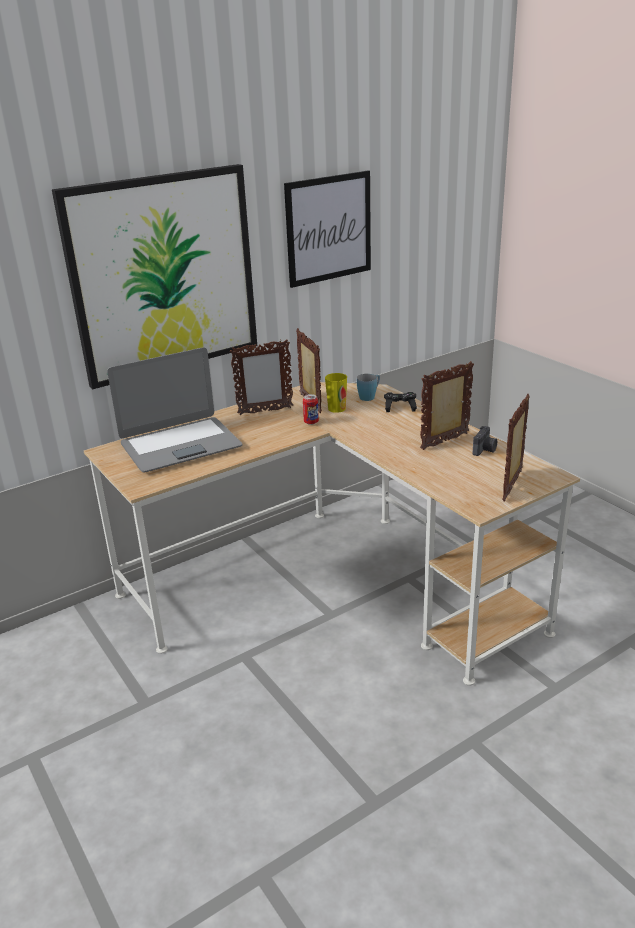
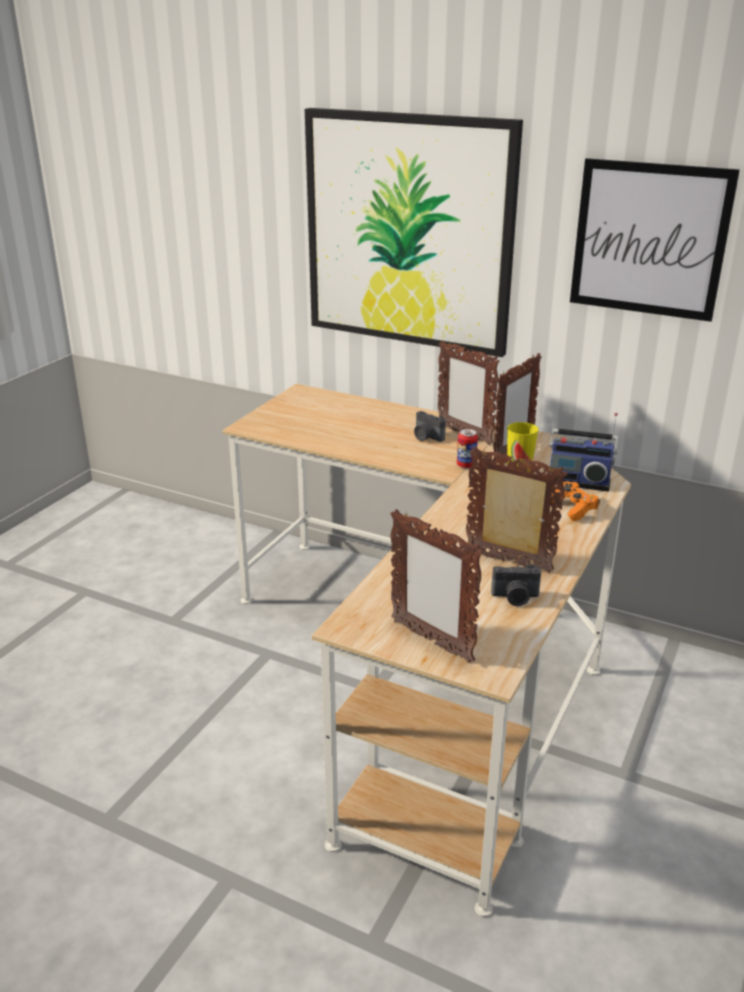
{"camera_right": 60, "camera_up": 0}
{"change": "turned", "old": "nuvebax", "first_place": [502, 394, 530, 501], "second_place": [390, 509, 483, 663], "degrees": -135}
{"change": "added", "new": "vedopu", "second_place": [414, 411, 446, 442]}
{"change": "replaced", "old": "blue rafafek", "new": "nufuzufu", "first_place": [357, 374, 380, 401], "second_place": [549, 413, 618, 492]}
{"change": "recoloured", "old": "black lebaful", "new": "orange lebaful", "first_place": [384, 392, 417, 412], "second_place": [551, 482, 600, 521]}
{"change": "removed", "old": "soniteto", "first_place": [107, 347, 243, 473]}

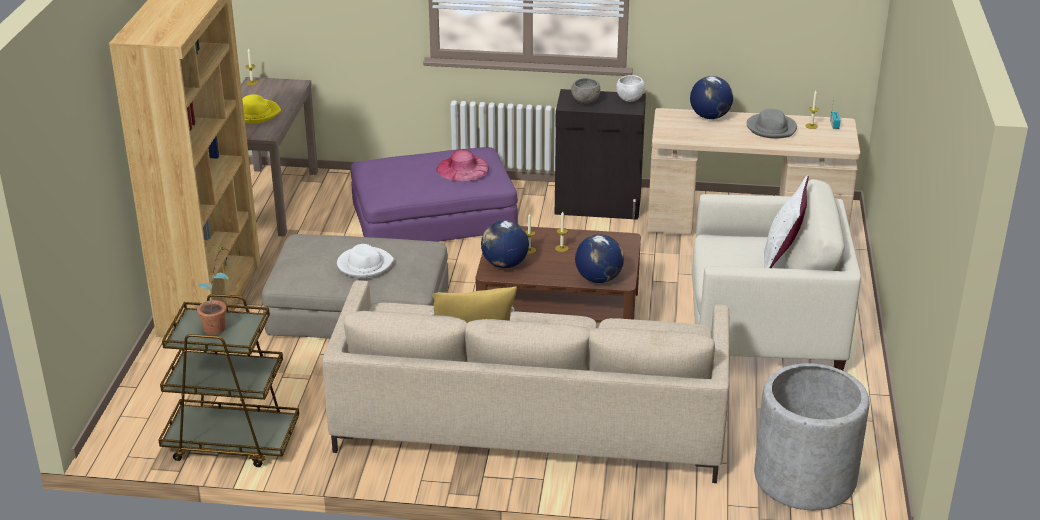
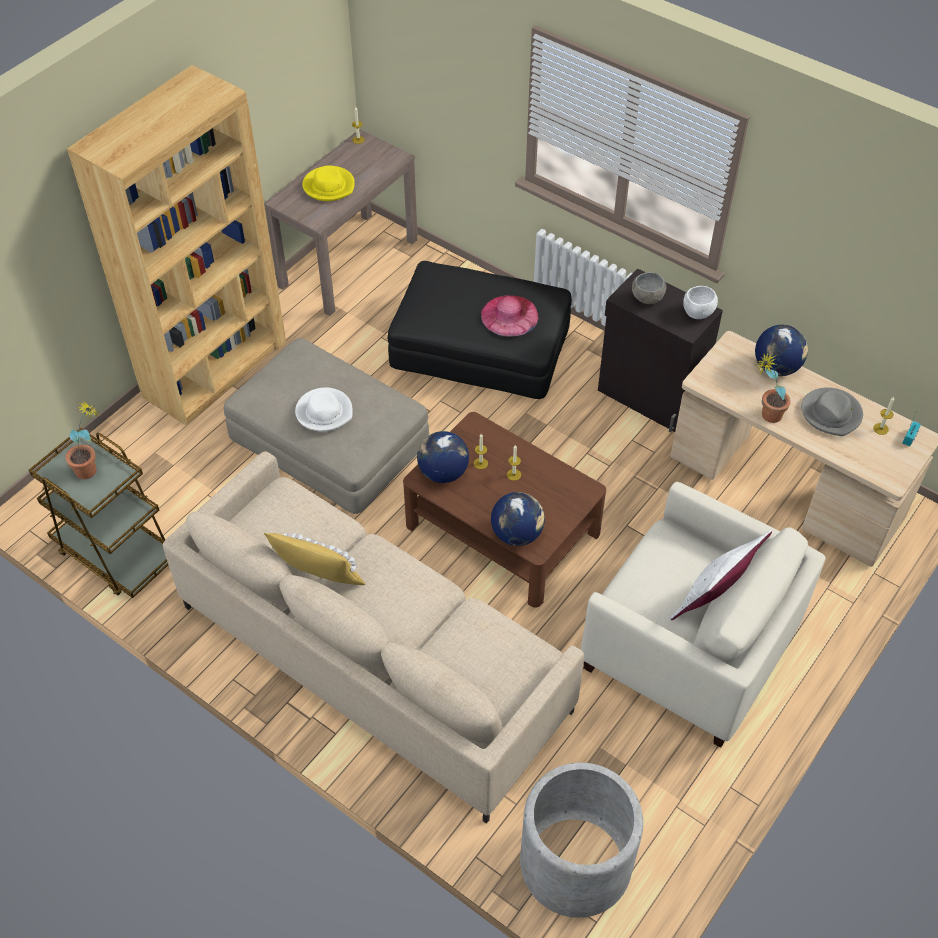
{"camera_right": 30, "camera_up": 20}
{"change": "recoloured", "old": "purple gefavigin", "new": "black gefavigin", "first_place": [351, 147, 518, 242], "second_place": [387, 261, 572, 399]}
{"change": "added", "new": "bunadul", "second_place": [754, 353, 791, 423]}

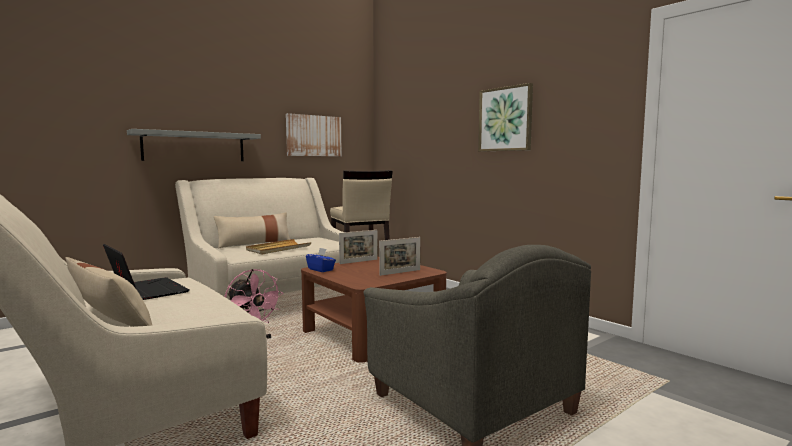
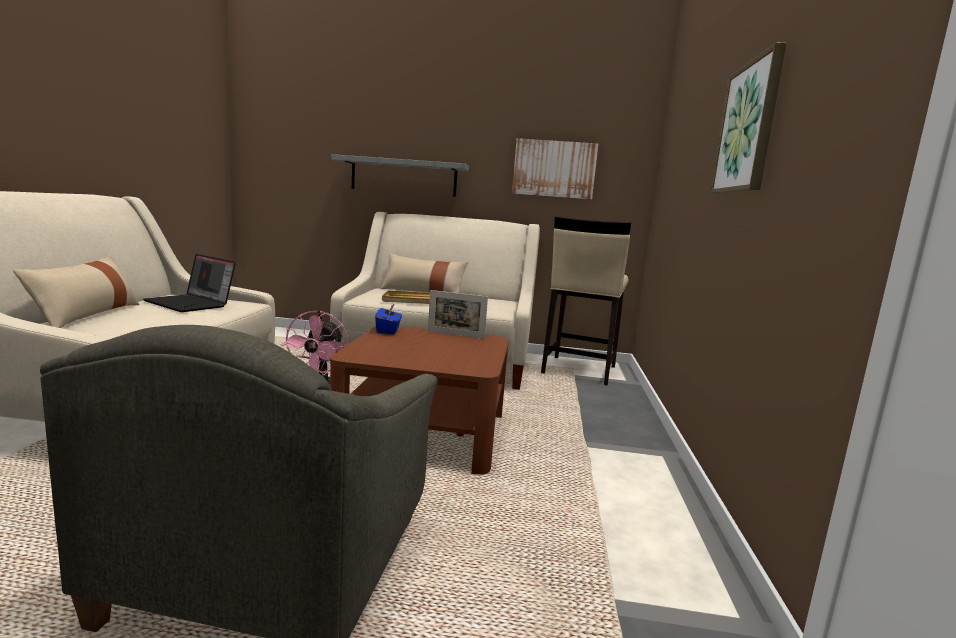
{"camera_right": 45, "camera_up": 5}
{"change": "turned", "old": "soniteto", "first_place": [103, 244, 190, 300], "second_place": [143, 254, 236, 312], "degrees": 120}
{"change": "removed", "old": "nuvebax", "first_place": [379, 237, 420, 276]}

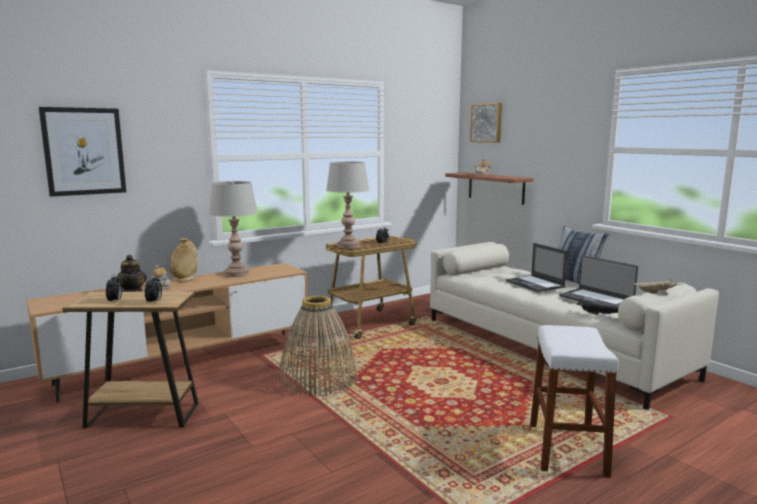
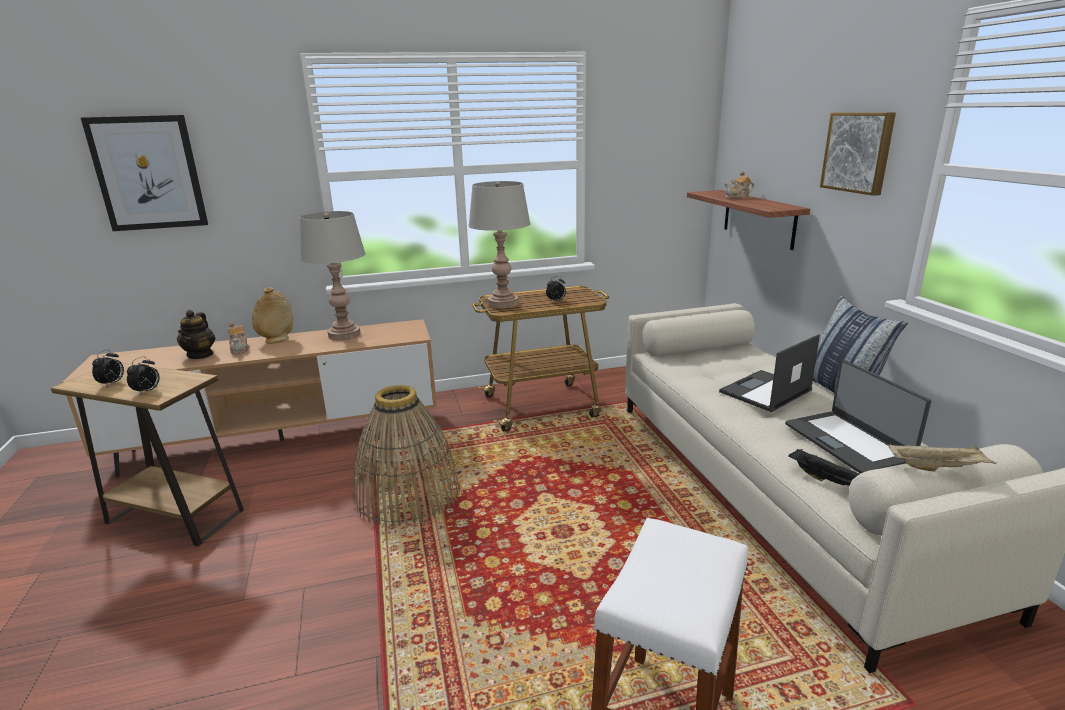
{"camera_right": 20, "camera_up": 10}
{"change": "turned", "old": "soniteto", "first_place": [506, 243, 567, 292], "second_place": [719, 334, 820, 412], "degrees": 60}
{"change": "moved", "old": "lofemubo", "first_place": [470, 103, 502, 142], "second_place": [820, 112, 896, 196]}

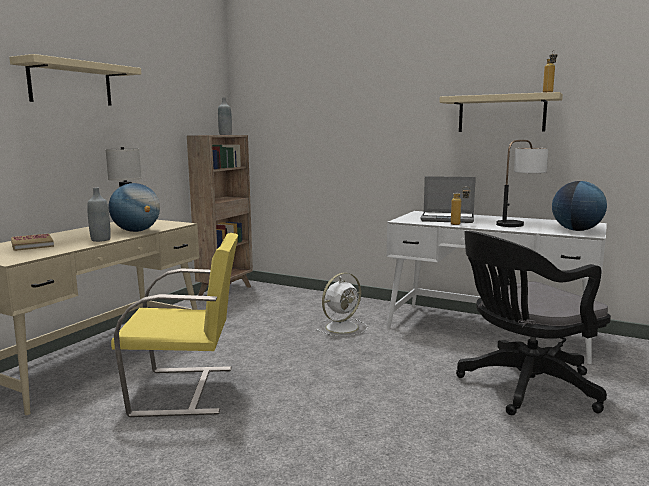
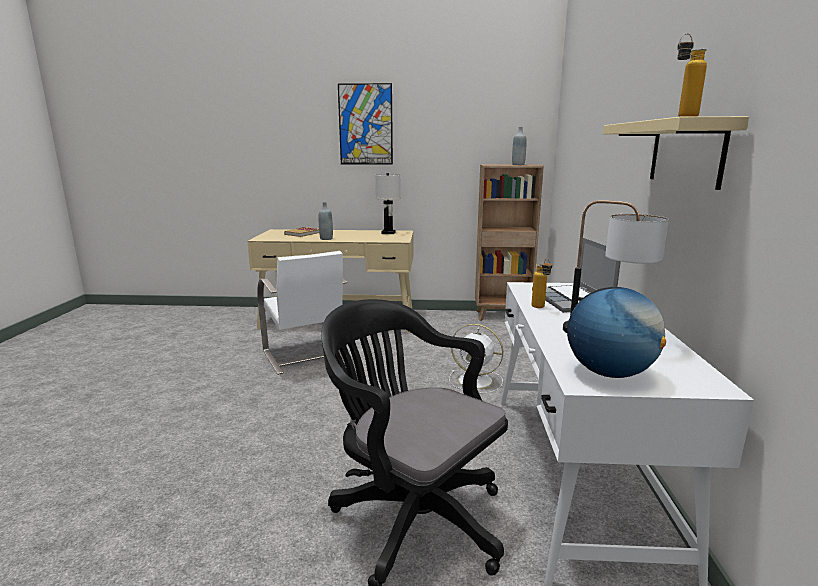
{"camera_right": 65, "camera_up": 5}
{"change": "recoloured", "old": "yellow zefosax", "new": "white zefosax", "first_place": [111, 233, 238, 417], "second_place": [257, 251, 348, 375]}
{"change": "replaced", "old": "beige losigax", "new": "lofemubo", "first_place": [9, 54, 141, 106], "second_place": [338, 83, 393, 165]}
{"change": "removed", "old": "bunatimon", "first_place": [109, 183, 160, 232]}

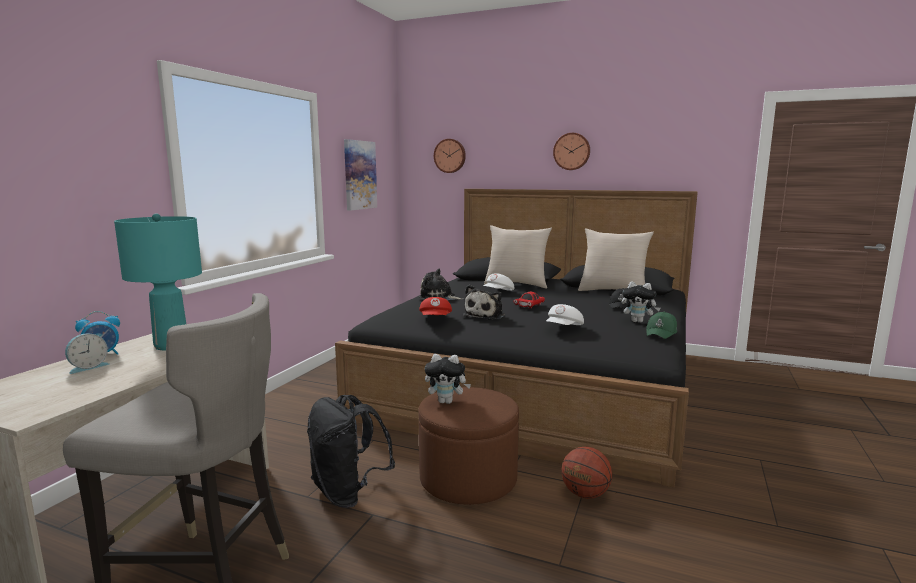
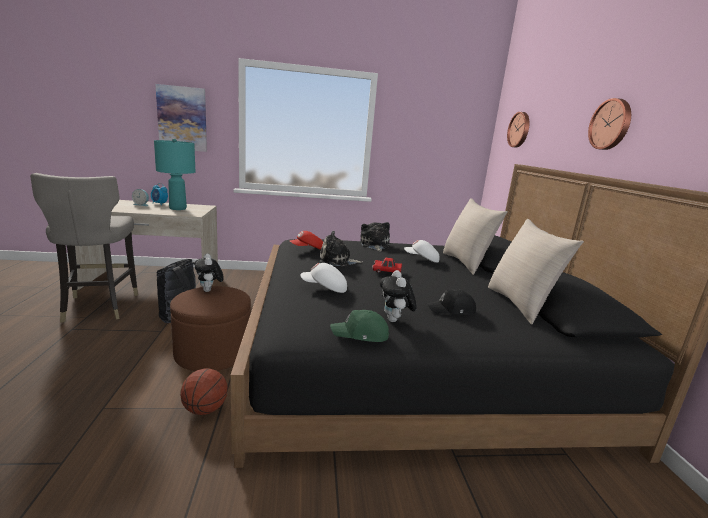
{"camera_right": 60, "camera_up": 5}
{"change": "moved", "old": "lofemubo", "first_place": [344, 139, 377, 211], "second_place": [155, 84, 207, 152]}

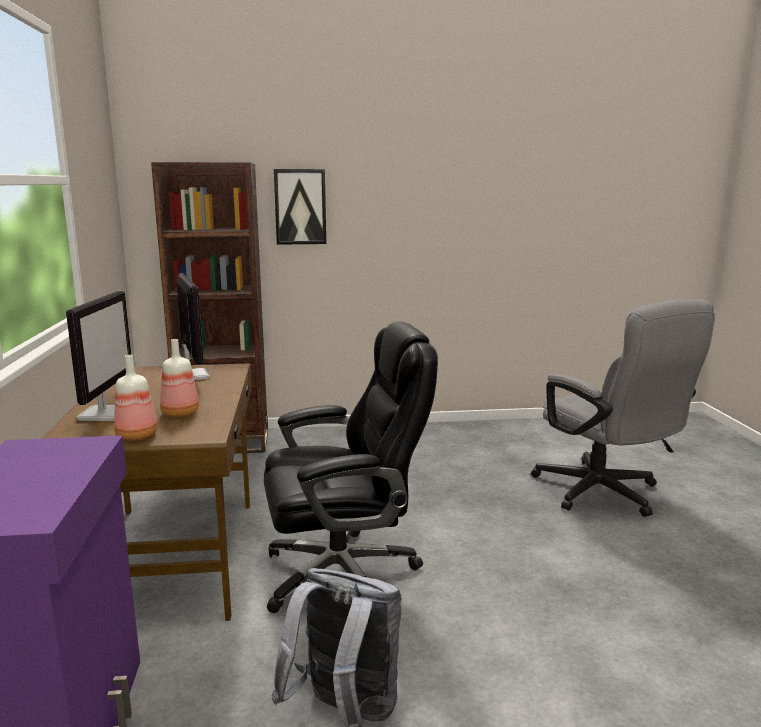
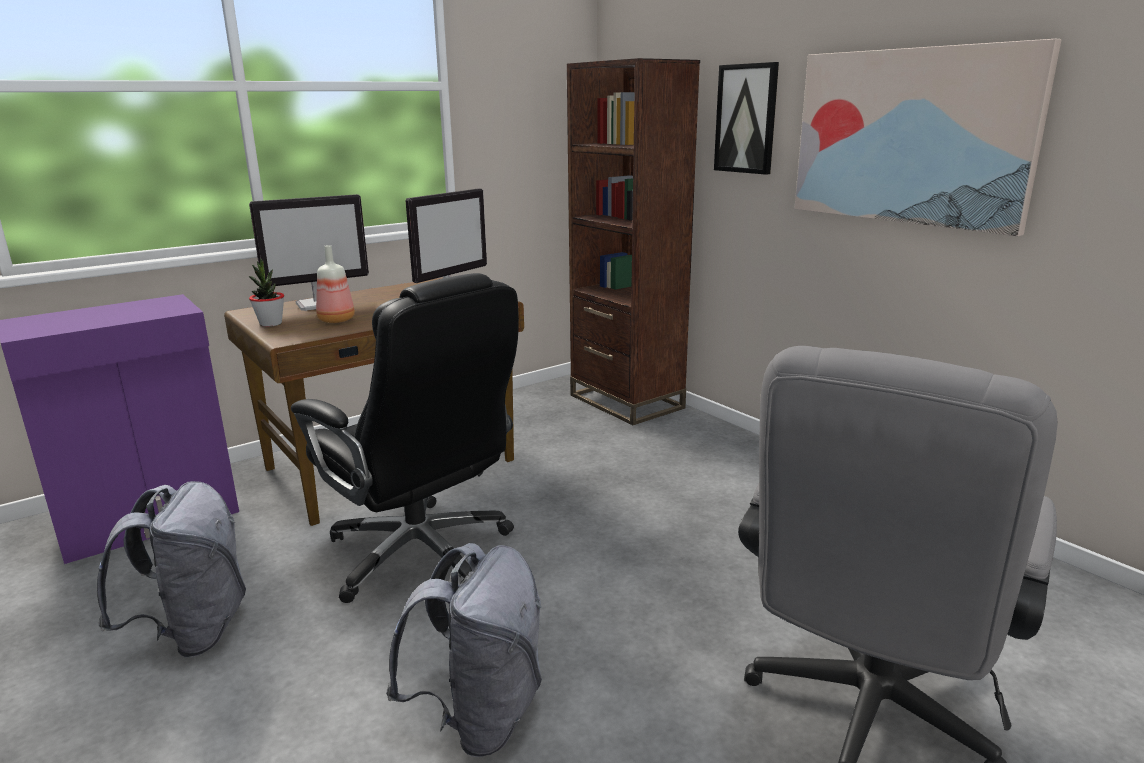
{"camera_right": 60, "camera_up": 5}
{"change": "replaced", "old": "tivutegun", "new": "bunadul", "first_place": [114, 355, 158, 441], "second_place": [249, 258, 284, 327]}
{"change": "added", "new": "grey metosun", "second_place": [386, 543, 542, 757]}
{"change": "added", "new": "lofemubo", "second_place": [794, 39, 1061, 236]}

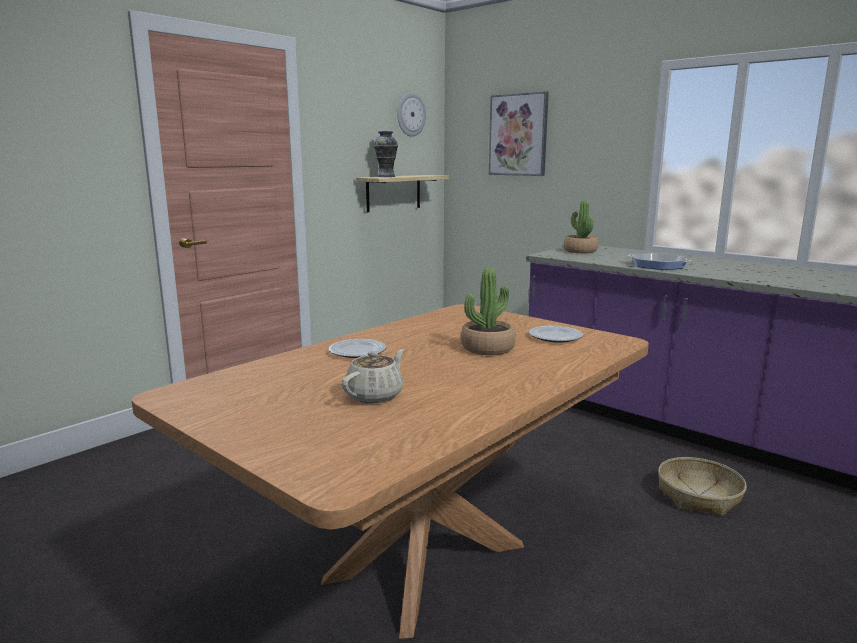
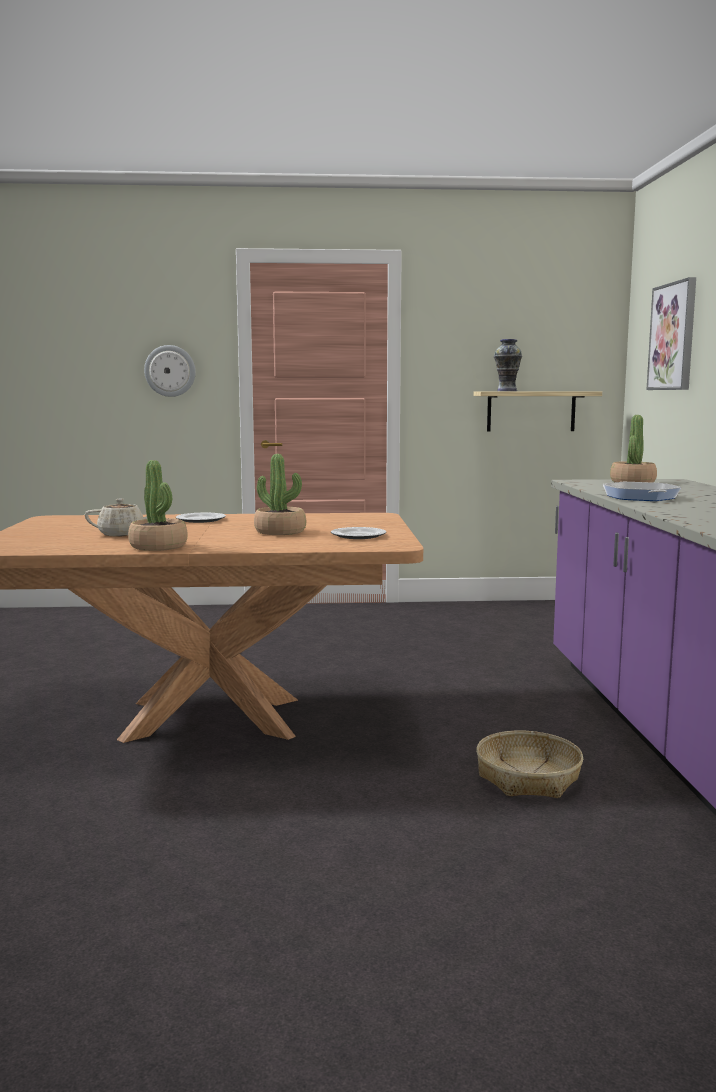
{"camera_right": 45, "camera_up": -5}
{"change": "added", "new": "bunadul", "second_place": [128, 460, 188, 551]}
{"change": "moved", "old": "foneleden", "first_place": [397, 93, 426, 137], "second_place": [144, 345, 196, 397]}

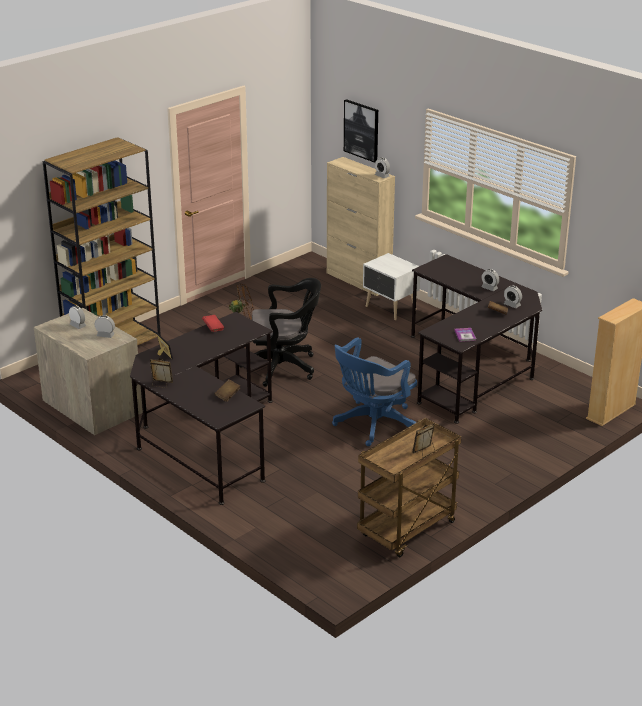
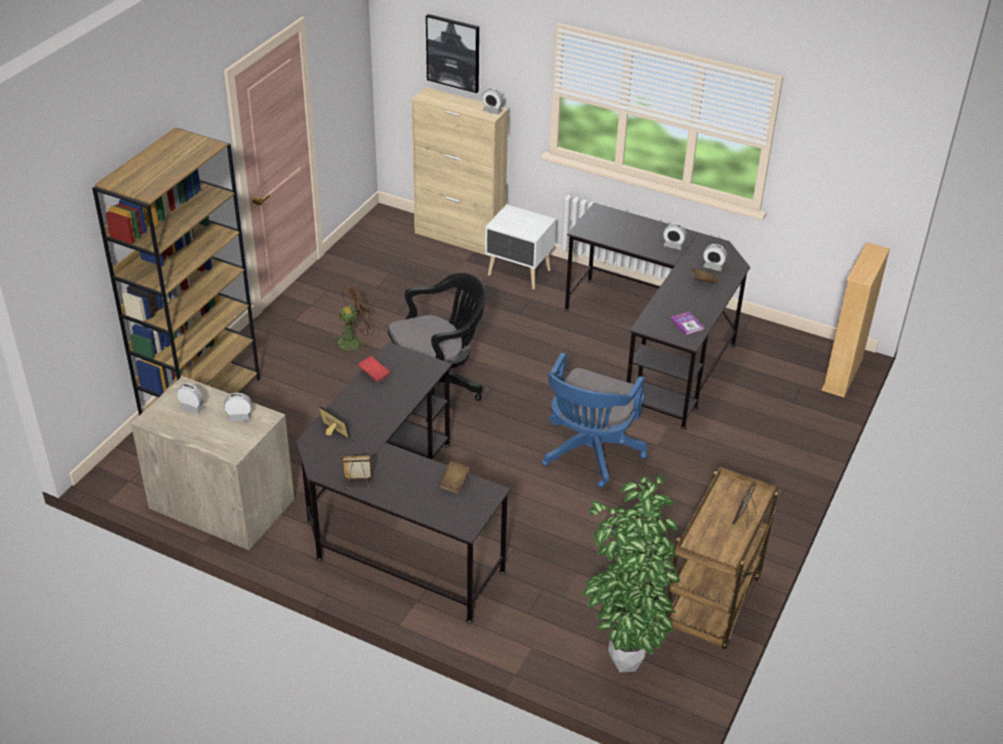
{"camera_right": -20, "camera_up": 10}
{"change": "added", "new": "bunadul", "second_place": [582, 473, 680, 672]}

